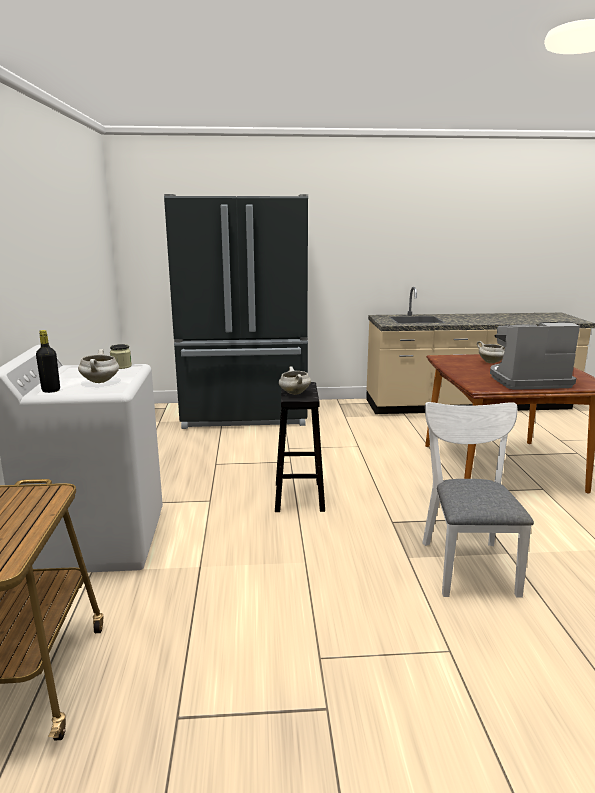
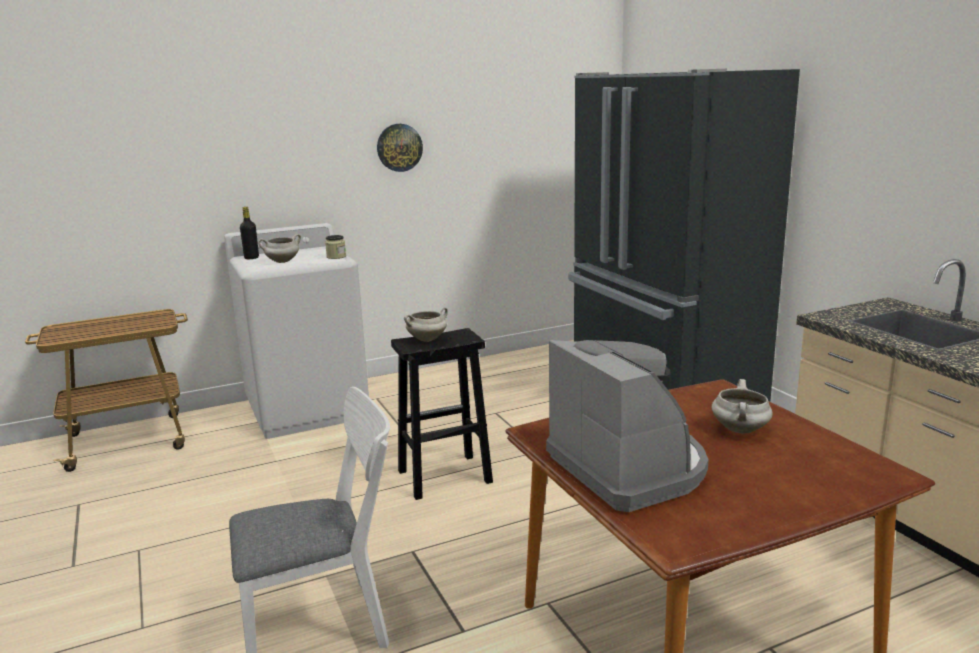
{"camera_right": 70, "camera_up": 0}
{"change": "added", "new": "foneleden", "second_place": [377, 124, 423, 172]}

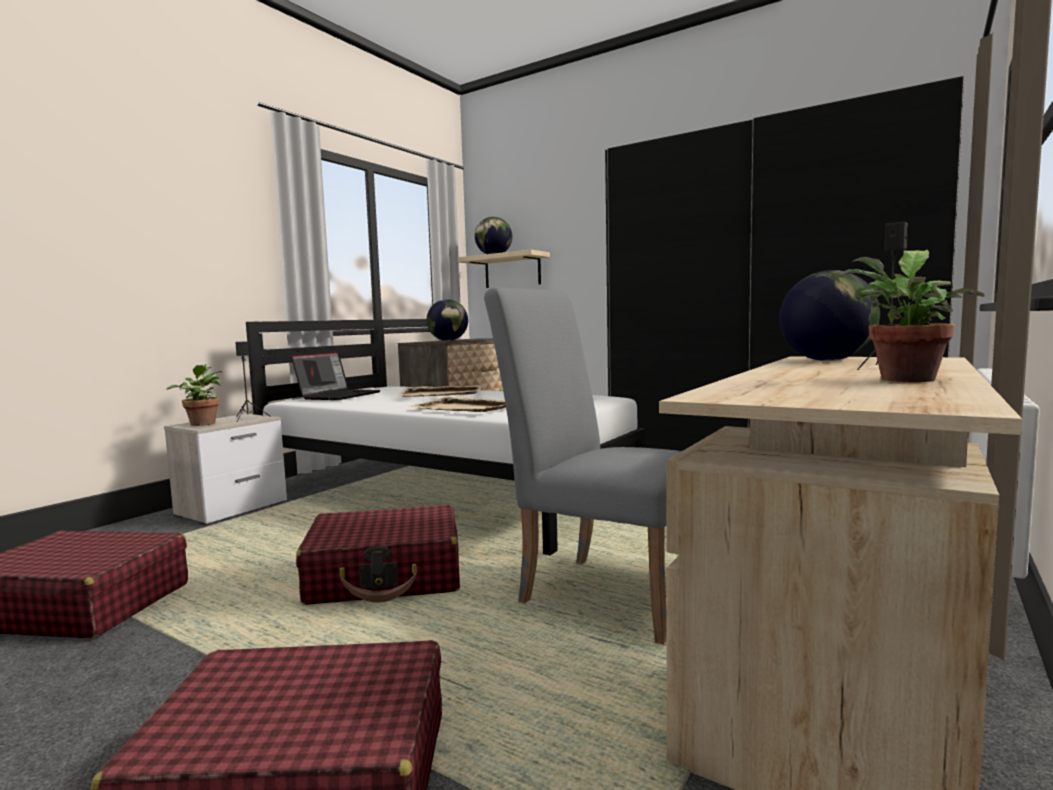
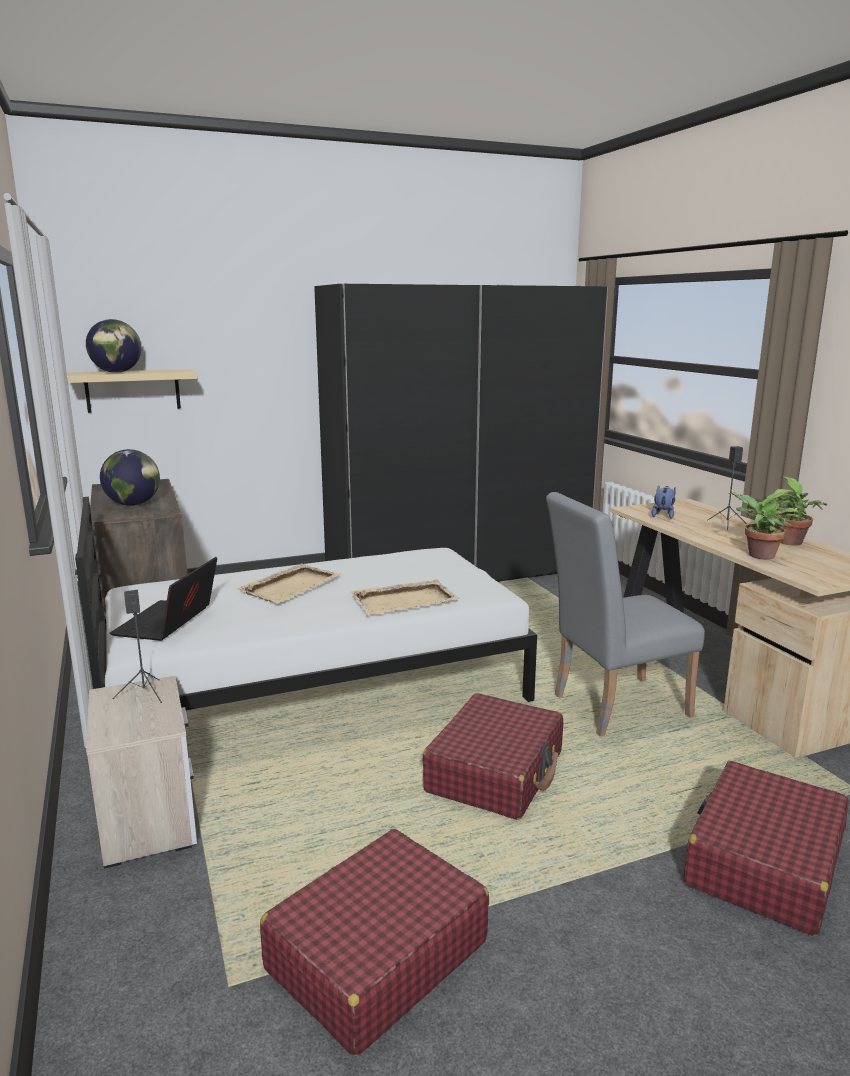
{"camera_right": -55, "camera_up": 10}
{"change": "turned", "old": "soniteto", "first_place": [291, 351, 381, 400], "second_place": [110, 557, 217, 641], "degrees": -135}
{"change": "replaced", "old": "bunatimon", "new": "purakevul", "first_place": [780, 270, 880, 361], "second_place": [652, 486, 676, 519]}
{"change": "moved", "old": "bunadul", "first_place": [167, 364, 223, 426], "second_place": [728, 489, 799, 560]}

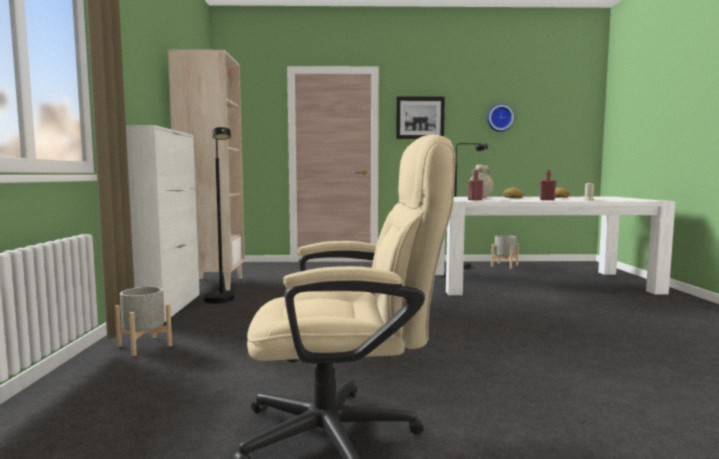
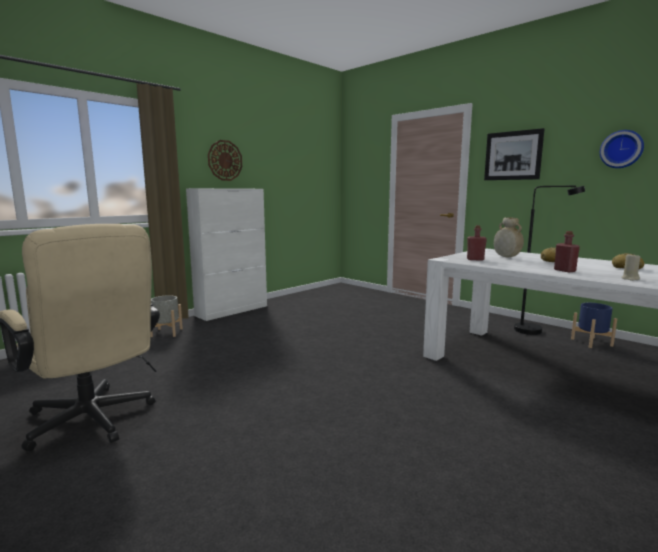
{"camera_right": 45, "camera_up": 5}
{"change": "added", "new": "foneleden", "second_place": [208, 140, 242, 181]}
{"change": "recoloured", "old": "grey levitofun", "new": "blue levitofun", "first_place": [491, 235, 519, 269], "second_place": [571, 303, 617, 348]}
{"change": "removed", "old": "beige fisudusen", "first_place": [168, 49, 245, 290]}
{"change": "removed", "old": "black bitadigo", "first_place": [203, 127, 234, 304]}

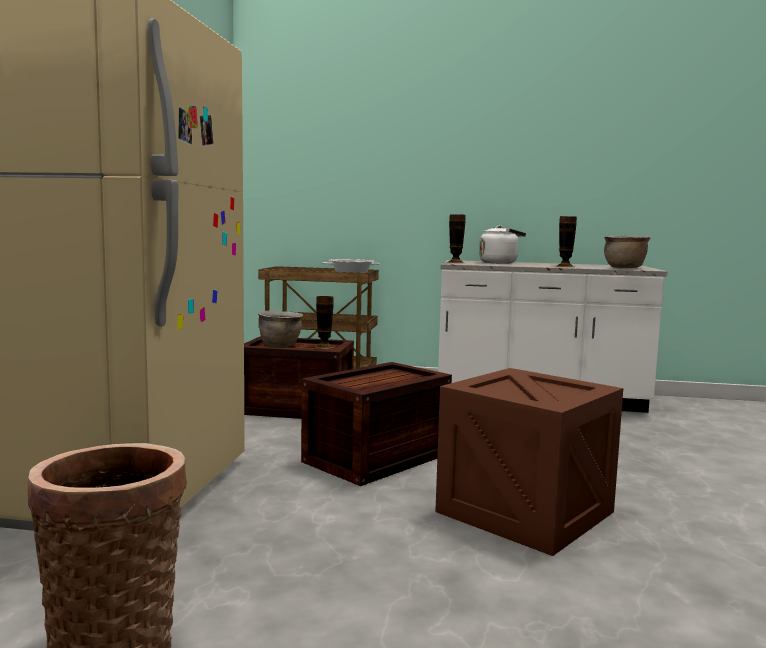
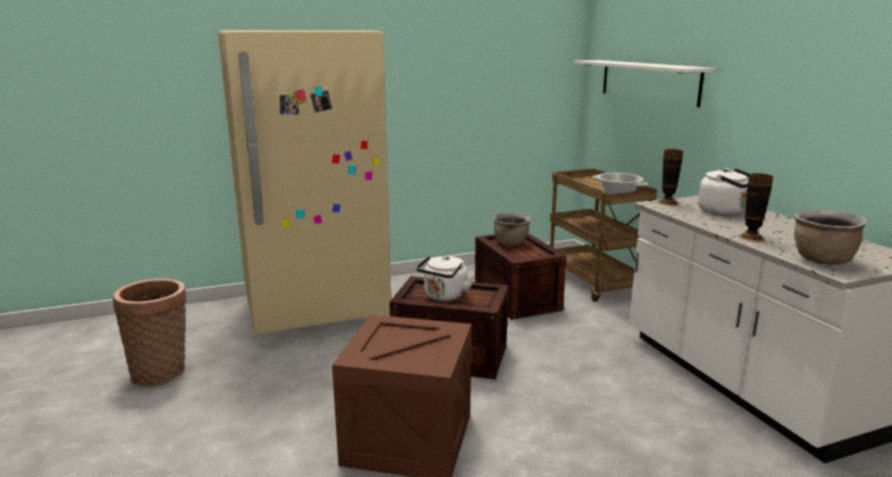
{"camera_right": 60, "camera_up": 10}
{"change": "added", "new": "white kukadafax", "second_place": [416, 255, 474, 301]}
{"change": "added", "new": "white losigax", "second_place": [574, 60, 716, 107]}
{"change": "removed", "old": "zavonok", "first_place": [315, 296, 334, 349]}

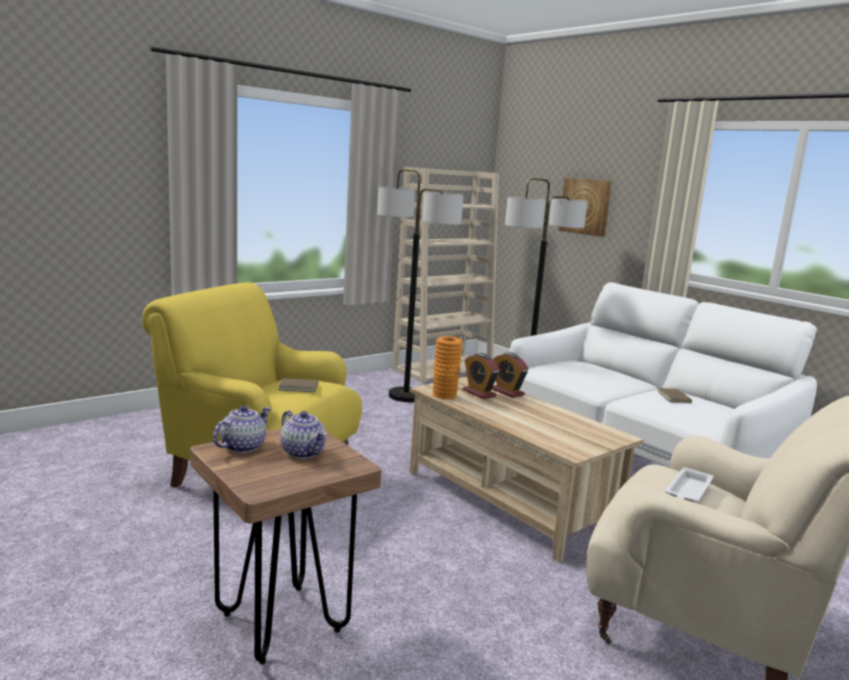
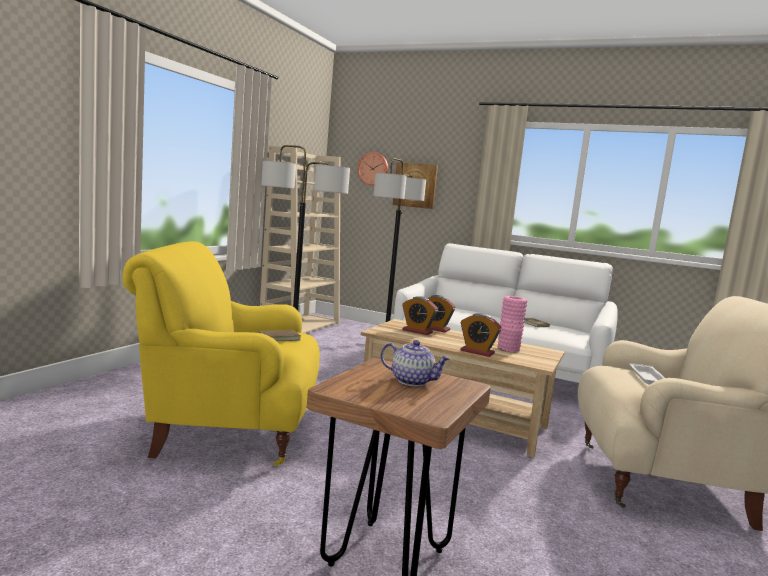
{"camera_right": -25, "camera_up": -5}
{"change": "added", "new": "foneleden", "second_place": [358, 152, 388, 185]}
{"change": "added", "new": "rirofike", "second_place": [461, 313, 501, 357]}
{"change": "added", "new": "pink zavonok", "second_place": [498, 296, 527, 352]}
{"change": "removed", "old": "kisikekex", "first_place": [213, 405, 271, 453]}
{"change": "removed", "old": "orange zavonok", "first_place": [433, 336, 462, 399]}

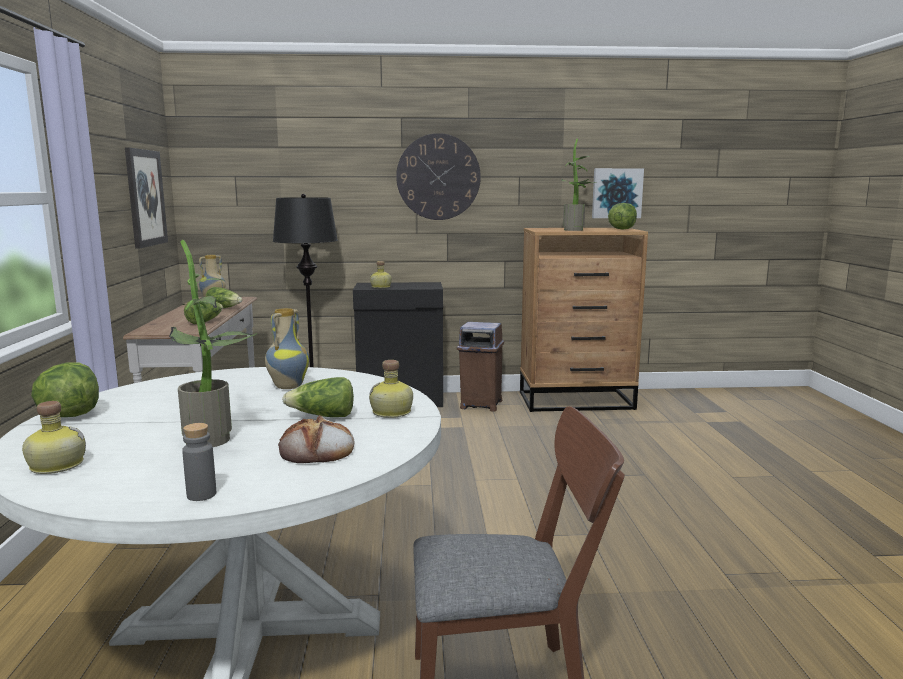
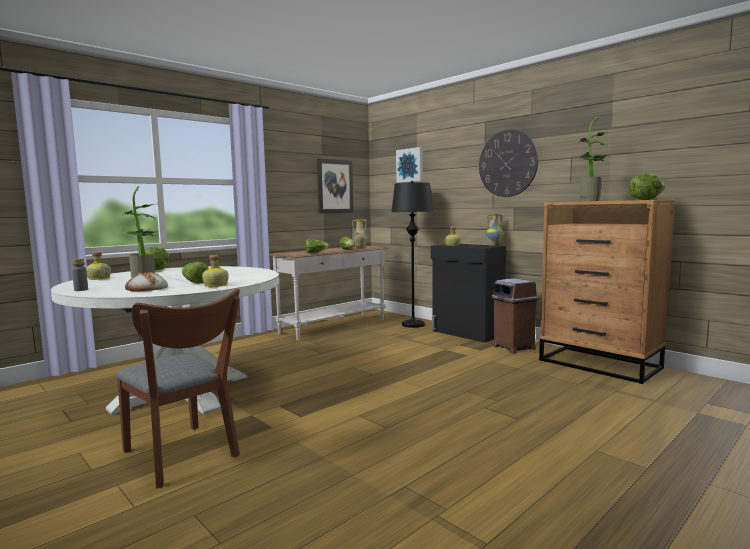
{"camera_right": 50, "camera_up": -5}
{"change": "moved", "old": "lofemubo", "first_place": [592, 168, 644, 218], "second_place": [396, 147, 423, 183]}
{"change": "moved", "old": "zavonok", "first_place": [265, 308, 309, 389], "second_place": [485, 213, 503, 246]}

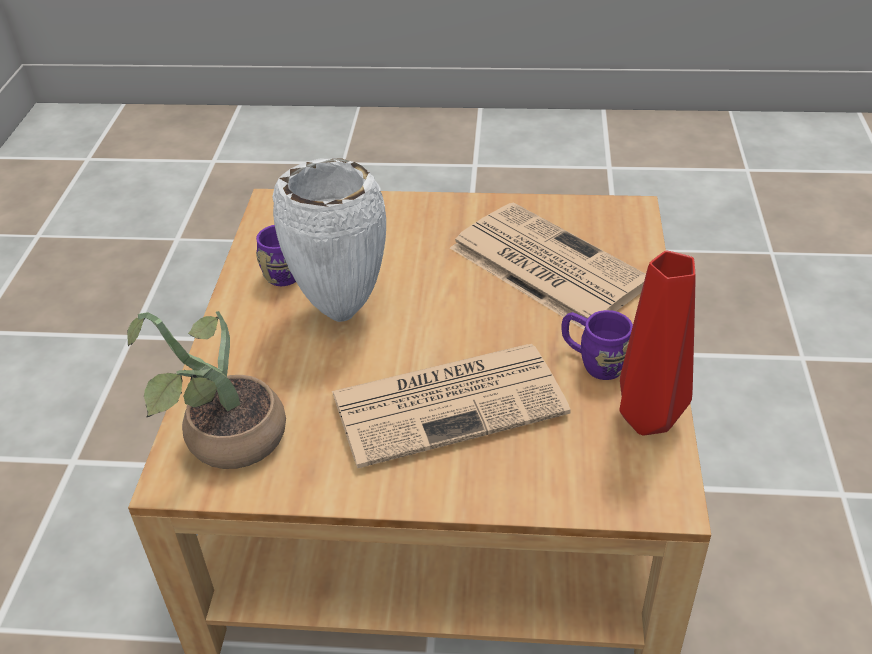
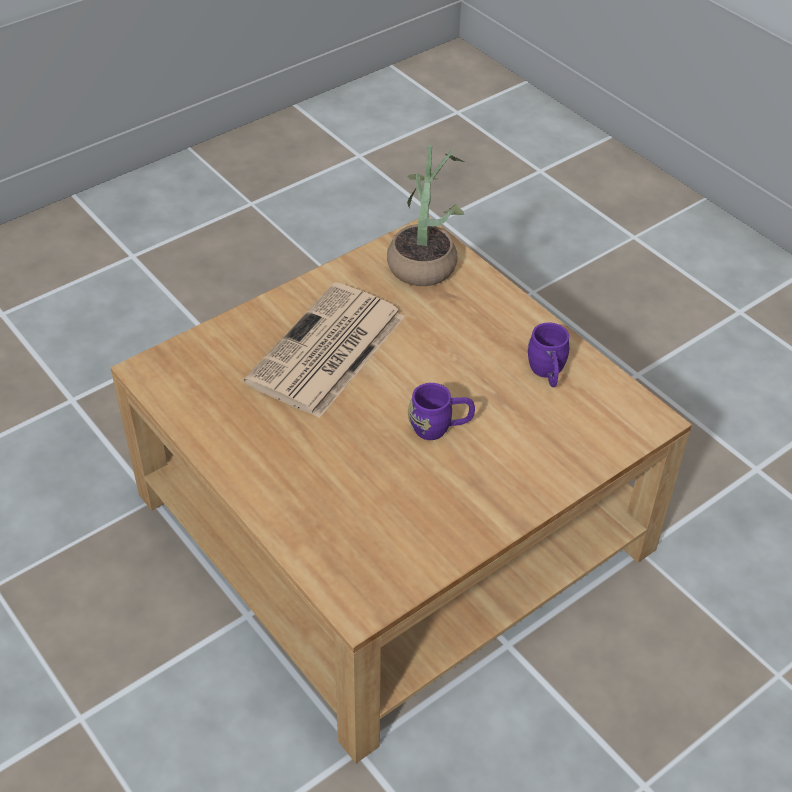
{"camera_right": 135, "camera_up": 5}
{"change": "moved", "old": "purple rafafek", "first_place": [561, 310, 633, 380], "second_place": [408, 383, 475, 440]}
{"change": "removed", "old": "white zavonok", "first_place": [272, 158, 386, 322]}
{"change": "removed", "old": "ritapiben", "first_place": [450, 203, 646, 330]}
{"change": "removed", "old": "red zavonok", "first_place": [619, 251, 695, 436]}

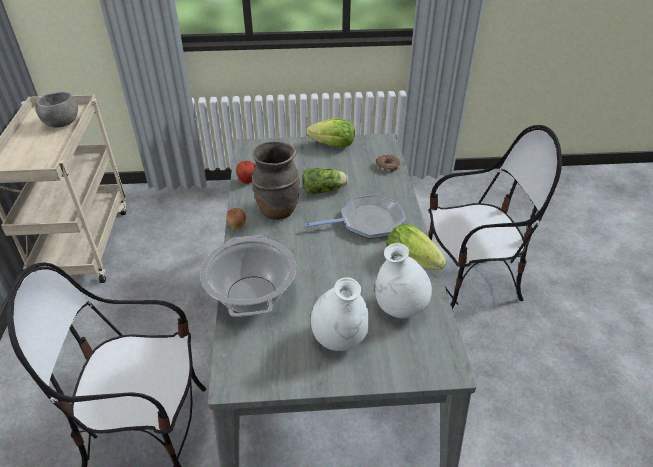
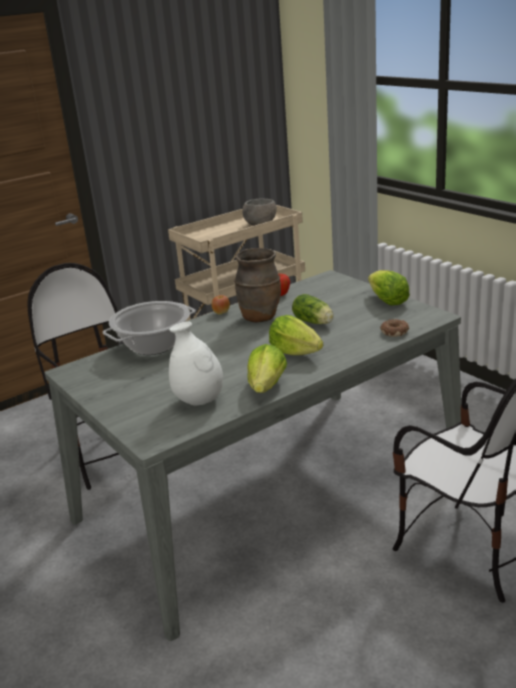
{"camera_right": 60, "camera_up": -15}
{"change": "replaced", "old": "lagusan", "new": "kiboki", "first_place": [305, 195, 406, 239], "second_place": [269, 315, 323, 355]}
{"change": "removed", "old": "white zavonok", "first_place": [311, 277, 369, 351]}

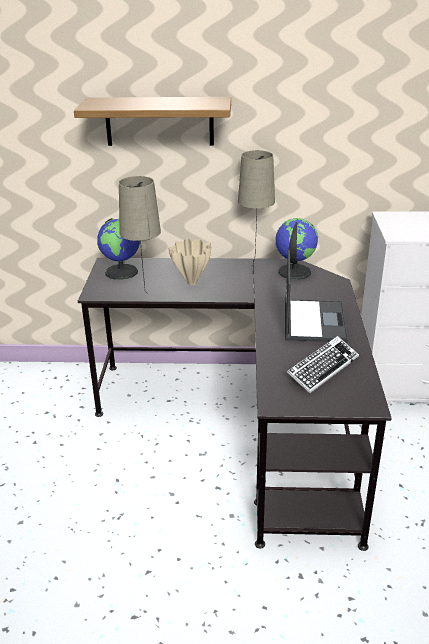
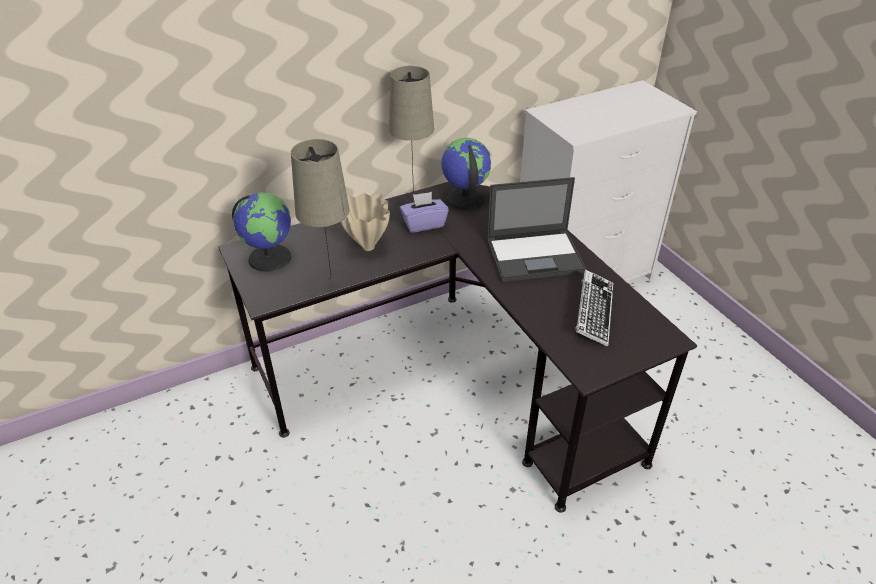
{"camera_right": -30, "camera_up": 10}
{"change": "added", "new": "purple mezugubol", "second_place": [400, 192, 449, 233]}
{"change": "turned", "old": "soniteto", "first_place": [285, 250, 348, 343], "second_place": [487, 177, 587, 282], "degrees": 105}
{"change": "removed", "old": "losigax", "first_place": [74, 97, 231, 146]}

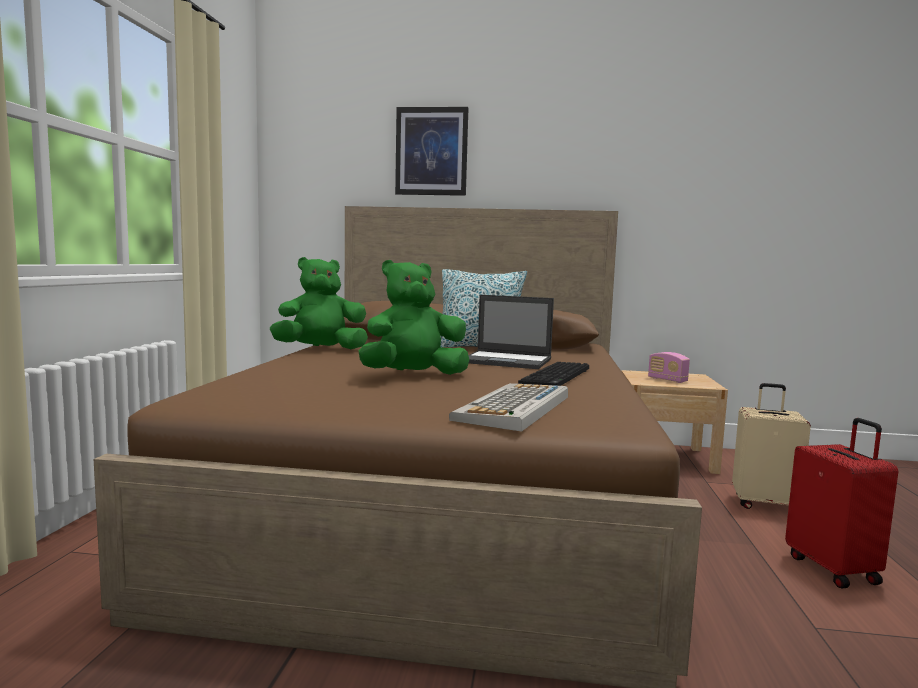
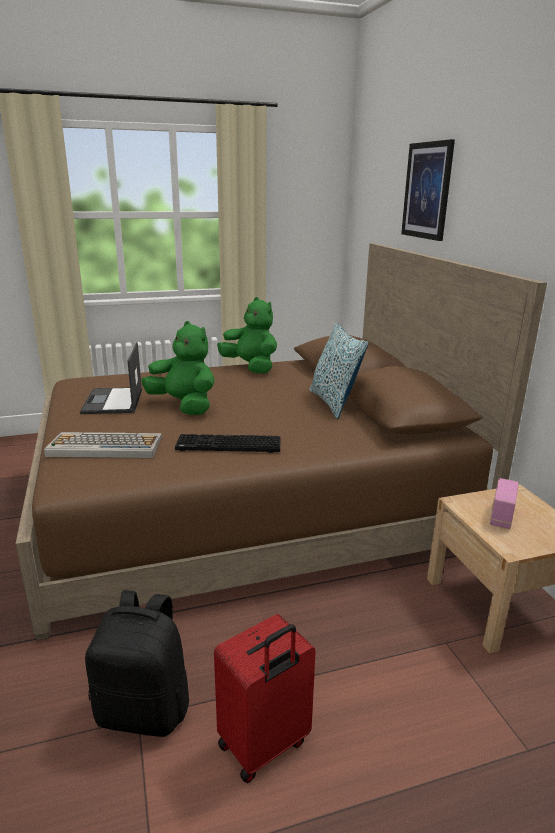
{"camera_right": 65, "camera_up": 15}
{"change": "moved", "old": "soniteto", "first_place": [468, 295, 554, 369], "second_place": [80, 342, 142, 414]}
{"change": "added", "new": "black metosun", "second_place": [85, 590, 189, 737]}
{"change": "removed", "old": "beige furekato", "first_place": [732, 383, 811, 509]}

